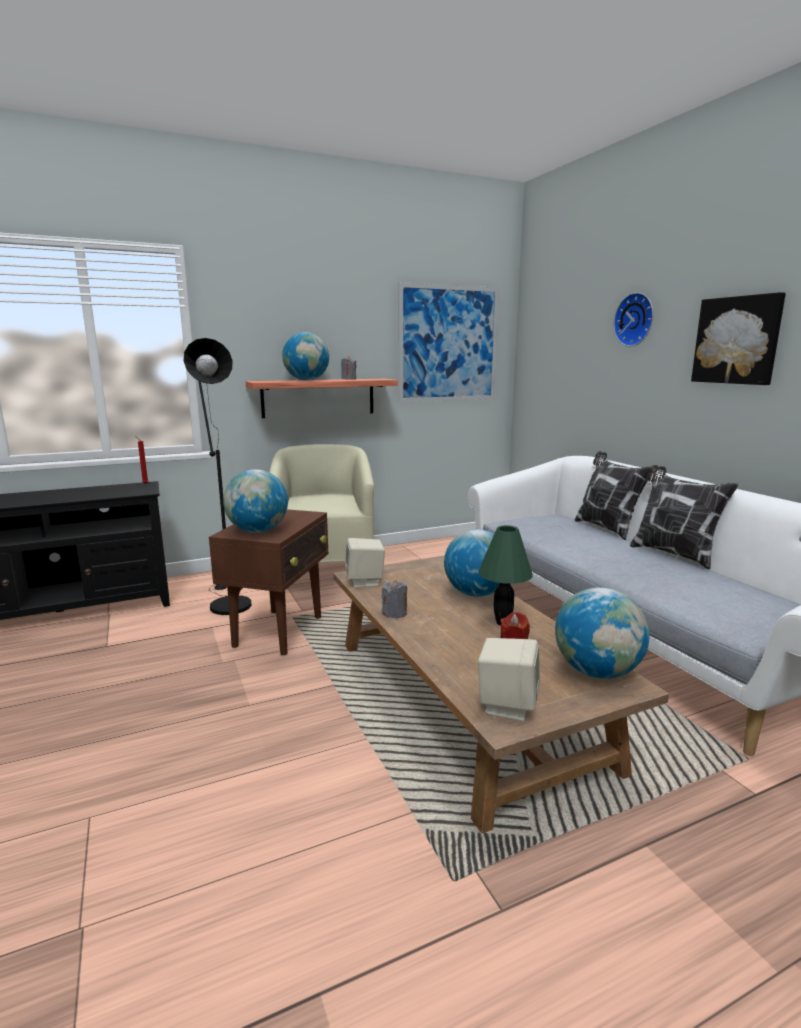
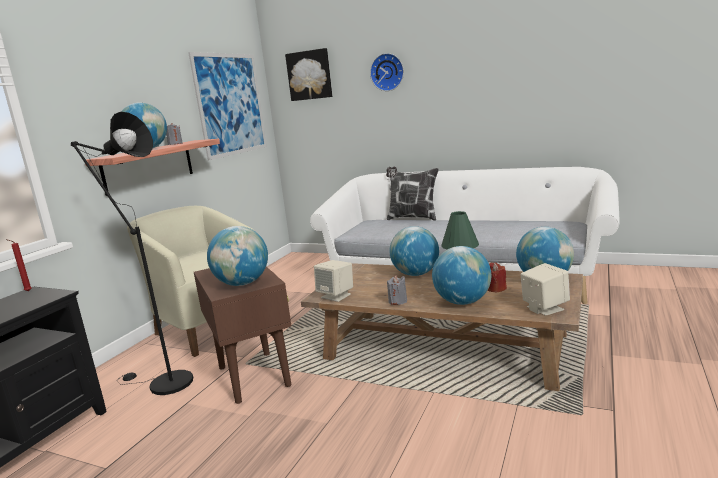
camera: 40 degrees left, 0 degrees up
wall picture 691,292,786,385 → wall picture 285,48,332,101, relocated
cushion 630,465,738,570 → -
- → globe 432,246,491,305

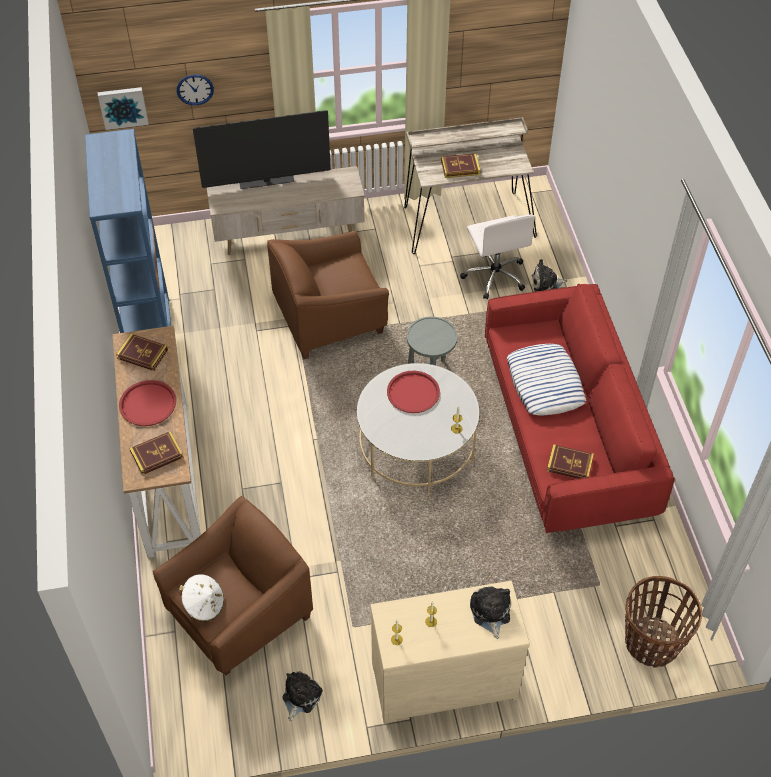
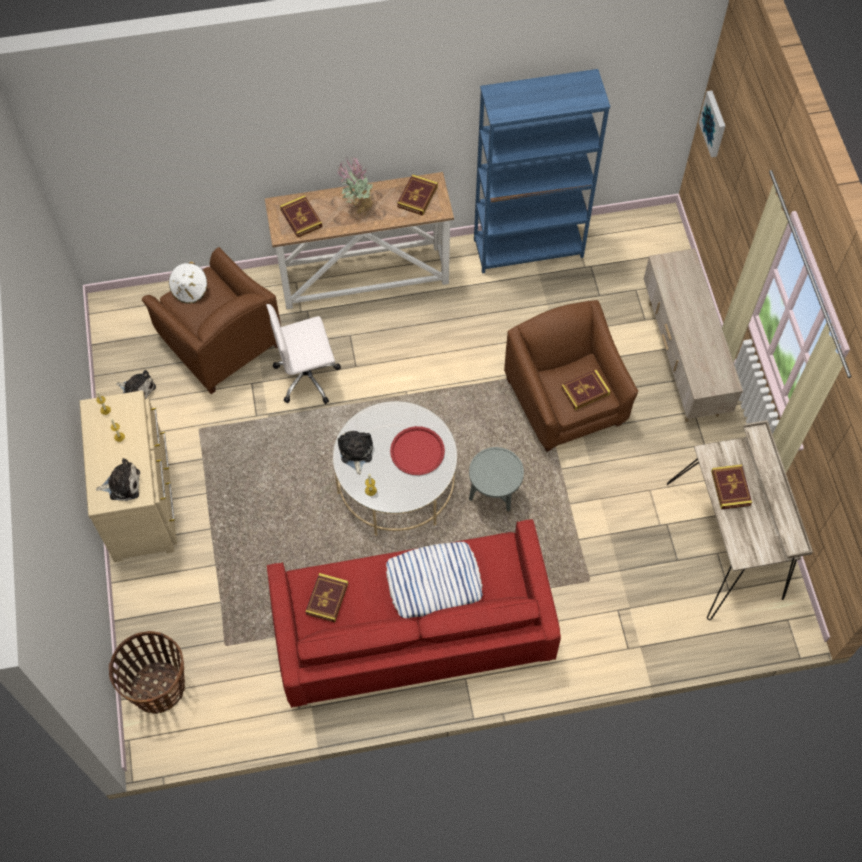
camera: 90 degrees right, 10 degrees up
hanging clock 177,75,214,105 → -
TV set 193,110,331,189 → -
office chair/white 460,215,535,299 → office chair/white 266,304,341,404, relocated
plush toy 532,259,567,291 → plush toy 338,431,373,475, relocated
carrying tray/red 119,380,176,426 → potted plant 336,156,374,217
- → book 561,370,610,410

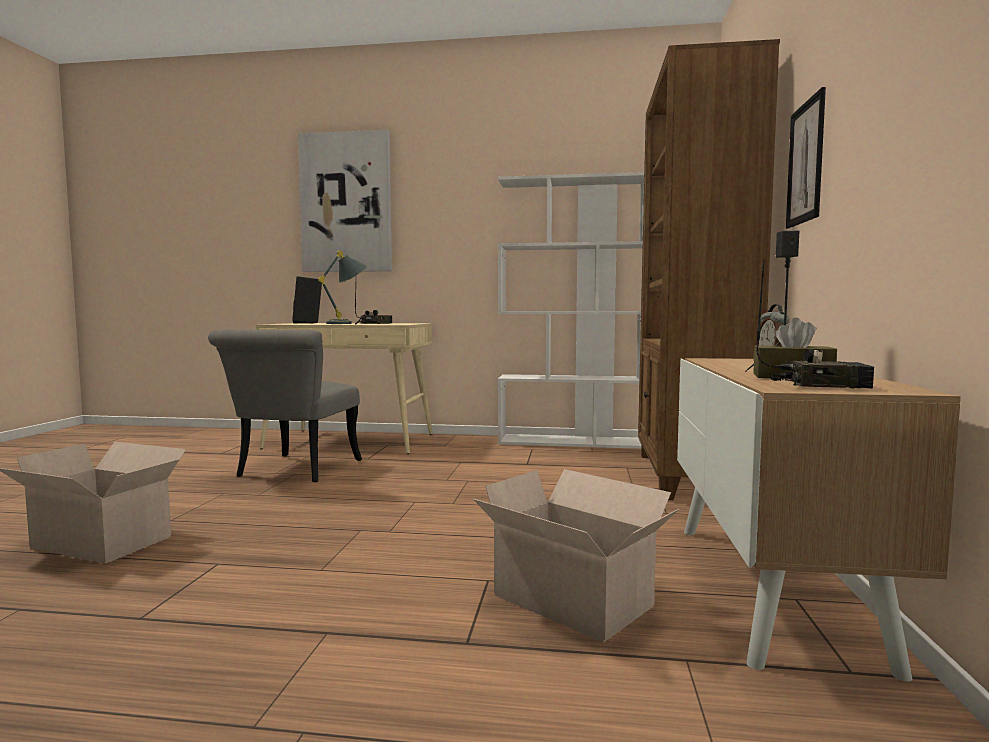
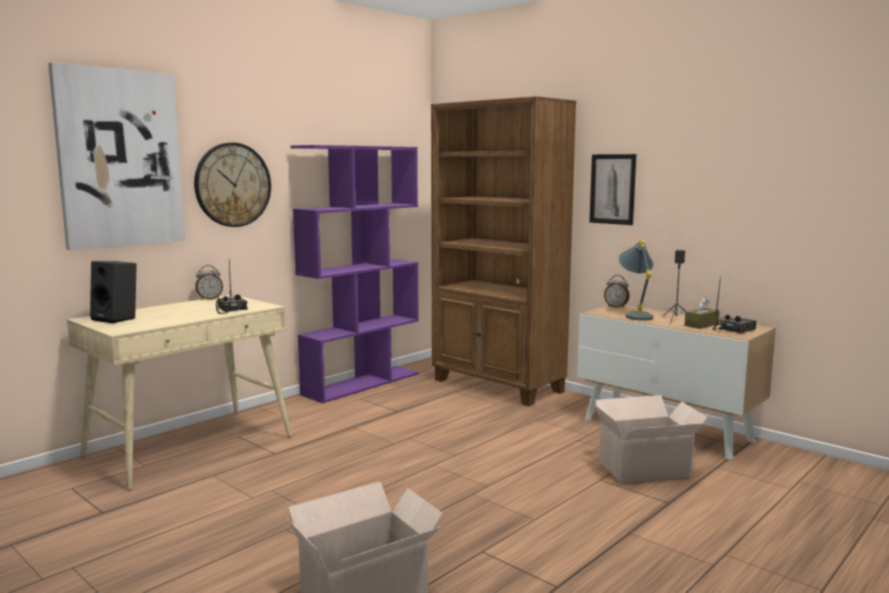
camera: 55 degrees left, 5 degrees up
shelving unit/white 498,172,644,449 → shelving unit/purple 290,145,419,403
tabletop lamp/greyish 318,251,367,324 → tabletop lamp/greyish 619,240,654,320, relocated
chair/greyish 208,329,362,482 → -
- → hanging clock 194,143,271,227
- → bedside clock 195,265,223,300

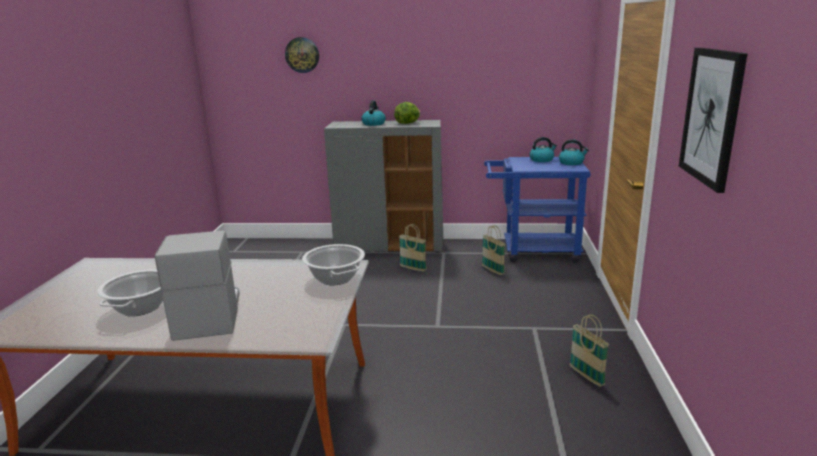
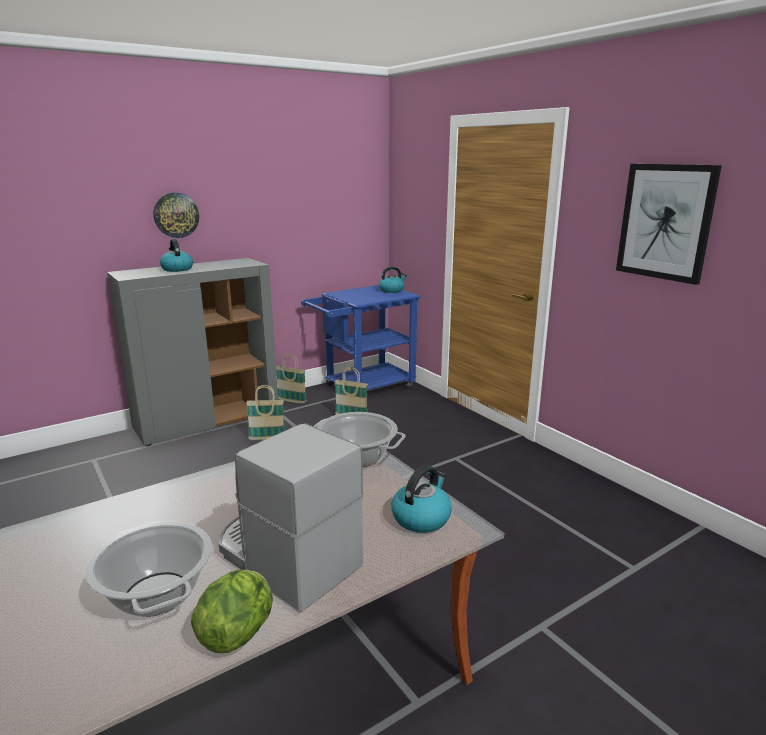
camera: 40 degrees left, 0 degrees up
hanging clock 285,37,319,73 → hanging clock 153,192,199,238, relocated
lettuce head 394,102,420,124 → lettuce head 191,570,273,653, relocated
tea kettle 530,137,557,162 → tea kettle 391,465,452,533, relocated
household basket 569,314,609,387 → household basket 276,354,307,404, relocated

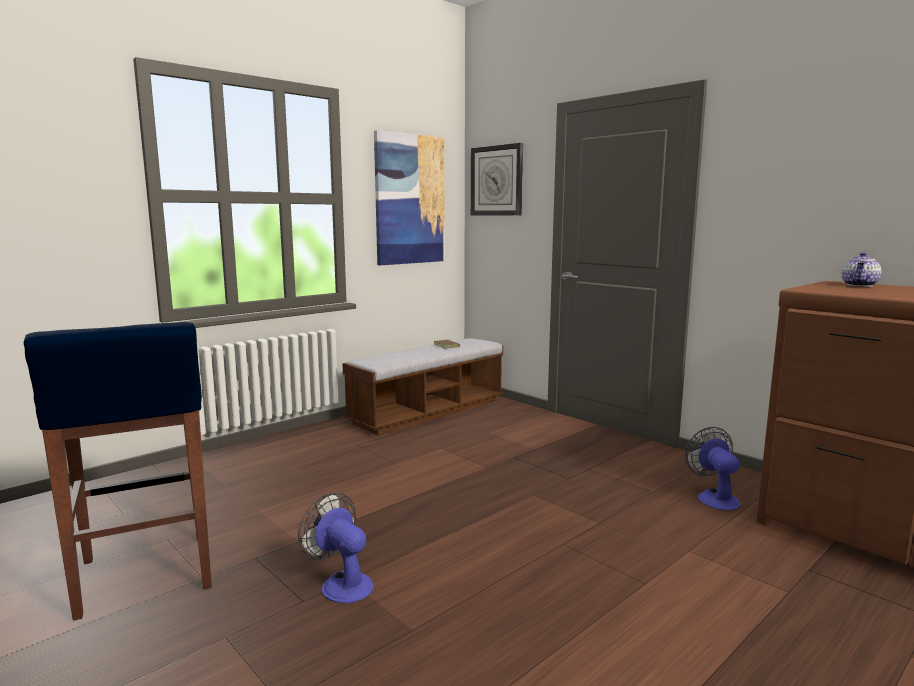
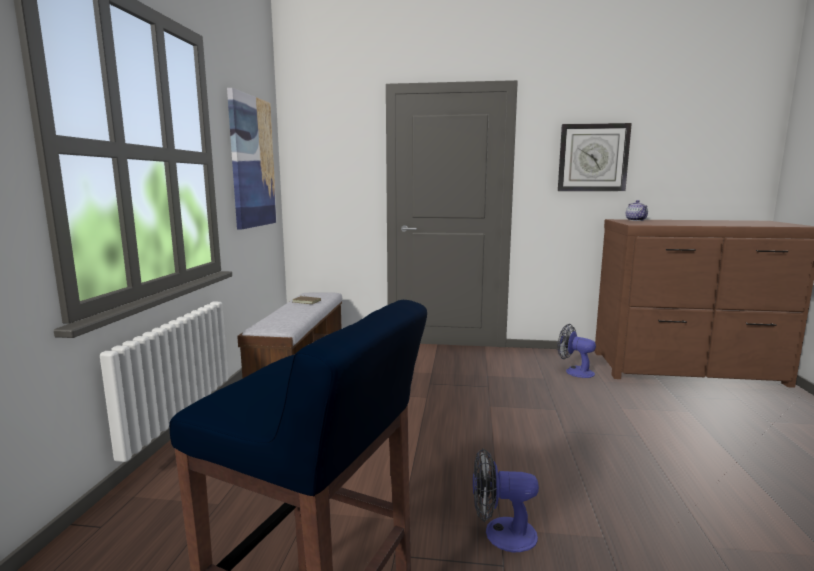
camera: 40 degrees left, 0 degrees up
hanging clock 471,143,523,215 → hanging clock 558,123,632,191, relocated

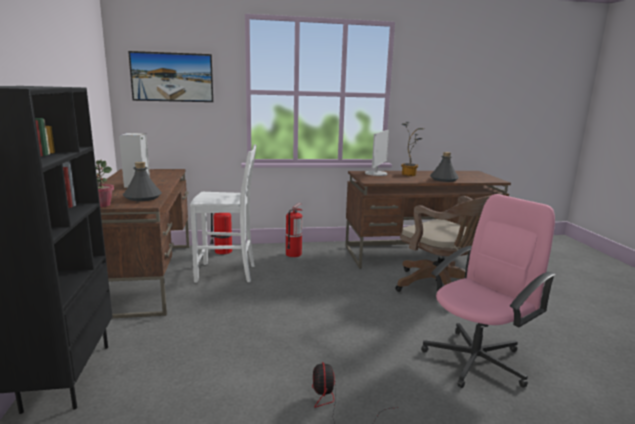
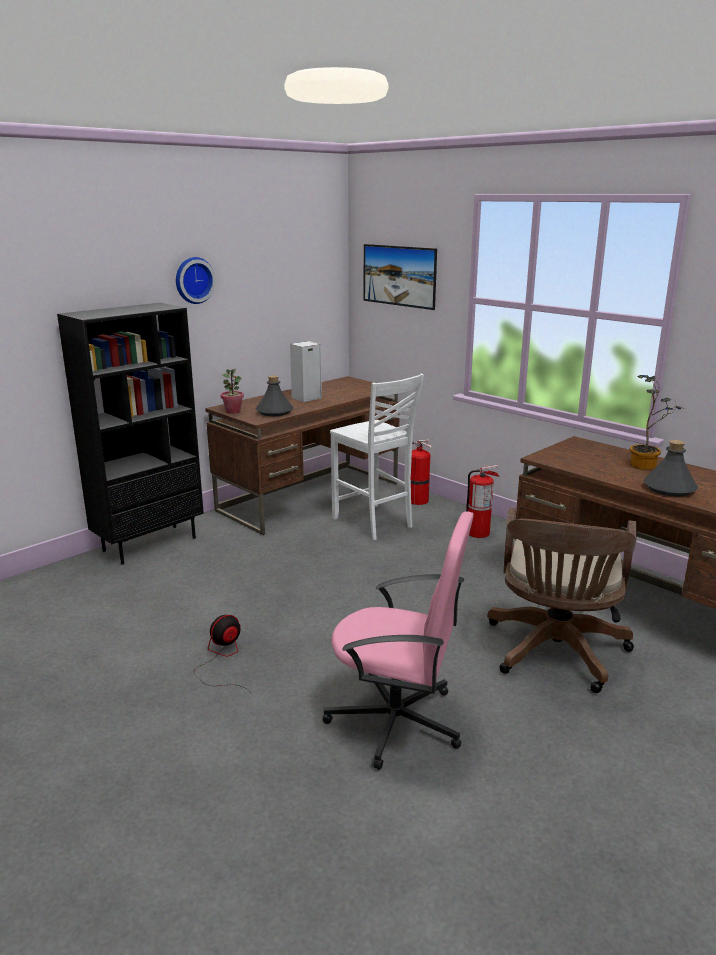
camera: 55 degrees right, 5 degrees up
computer display 365,130,389,176 → -
- → hanging clock 176,257,216,304

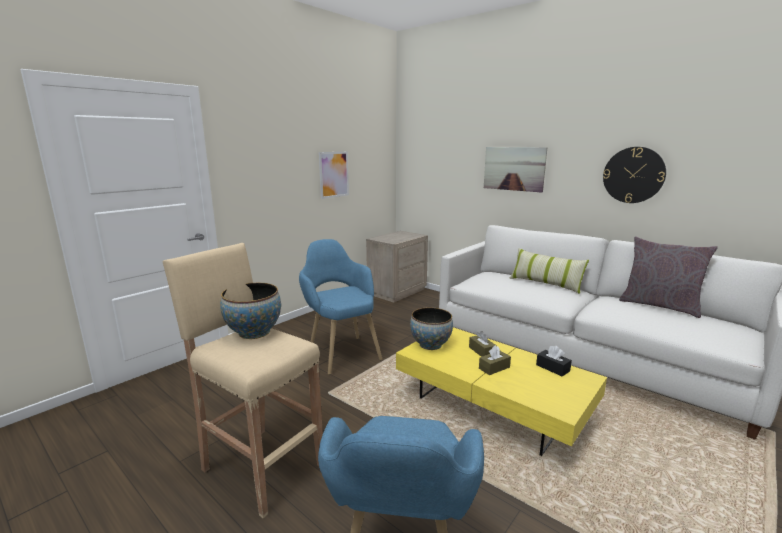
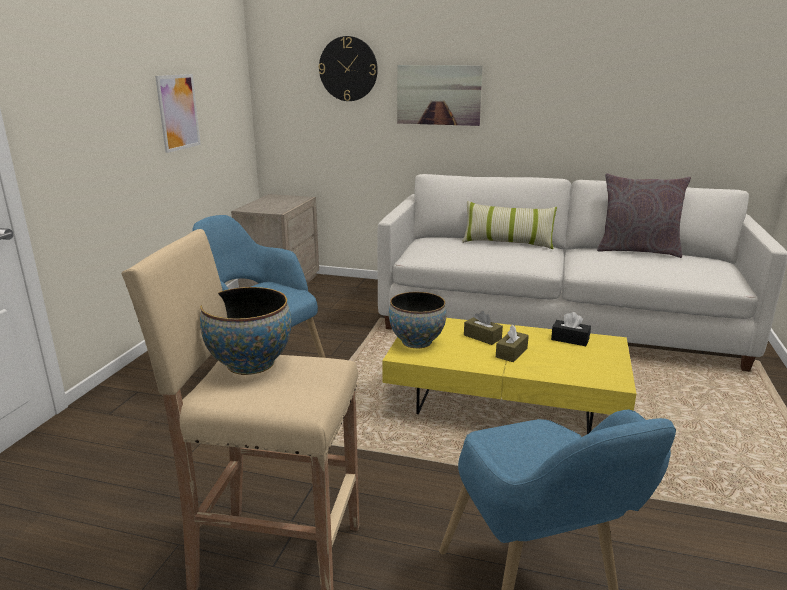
camera: 25 degrees left, 5 degrees up
hanging clock 603,147,666,203 → hanging clock 319,36,378,101, relocated

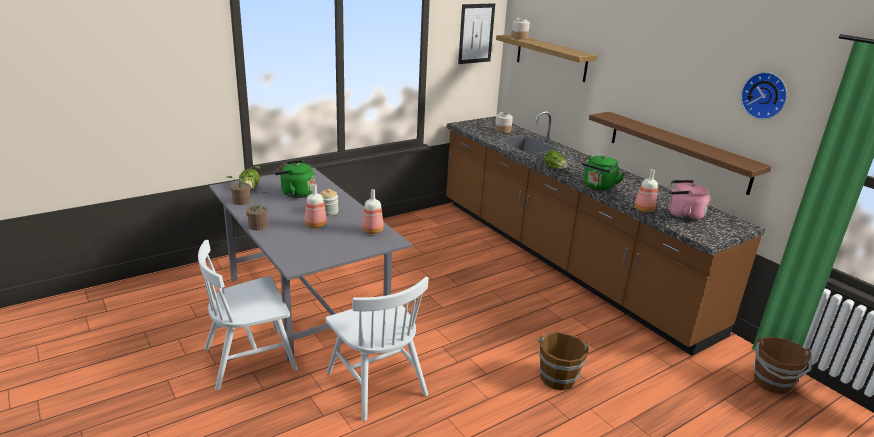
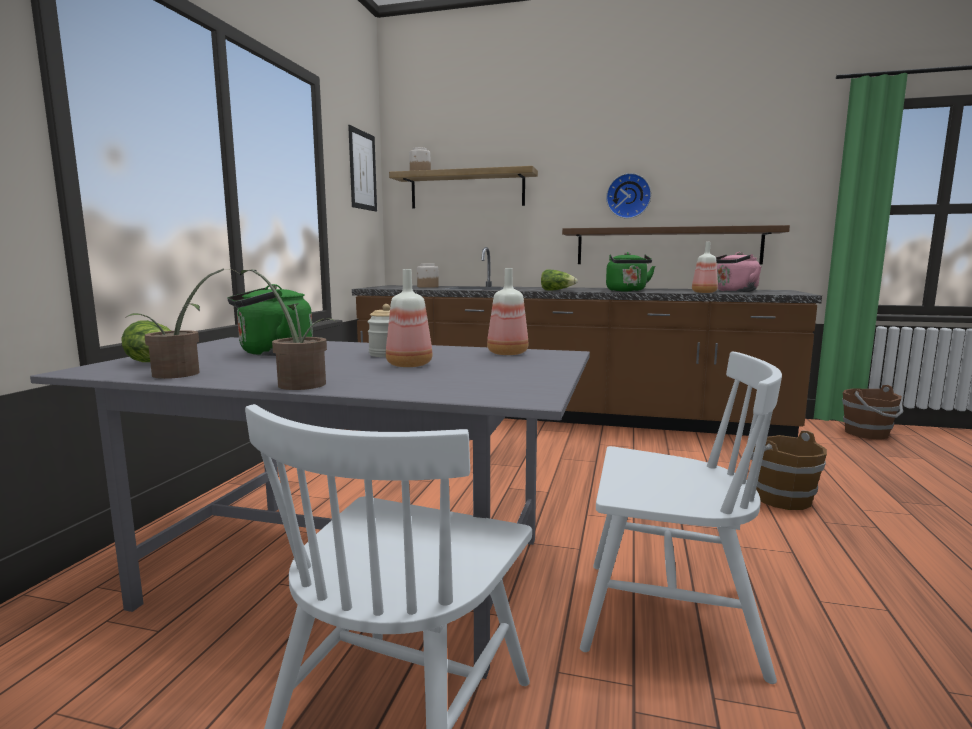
camera: 40 degrees left, 15 degrees down
hanging clock 741,72,787,120 → hanging clock 606,173,651,219, relocated

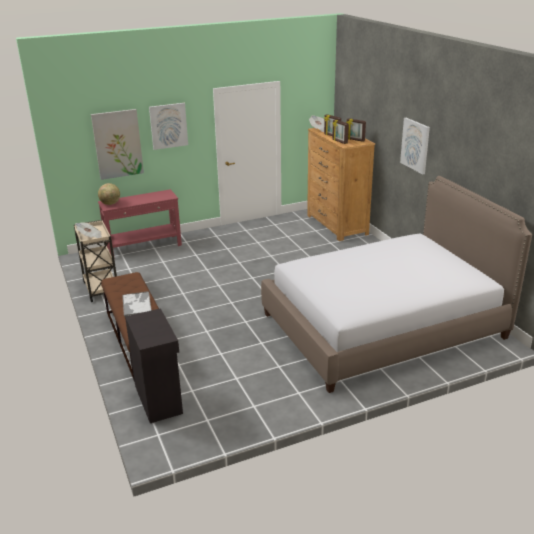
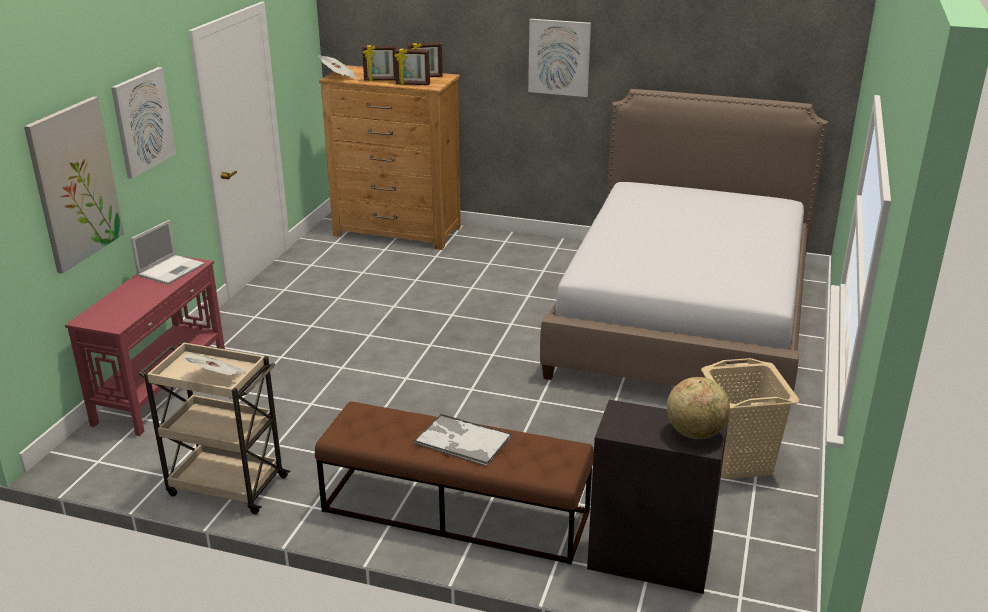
camera: 50 degrees left, 0 degrees up
globe 98,183,120,205 → globe 667,377,730,439, relocated
- → portable computer 130,220,204,284
- → washing basket/beige-coloured 701,358,799,479

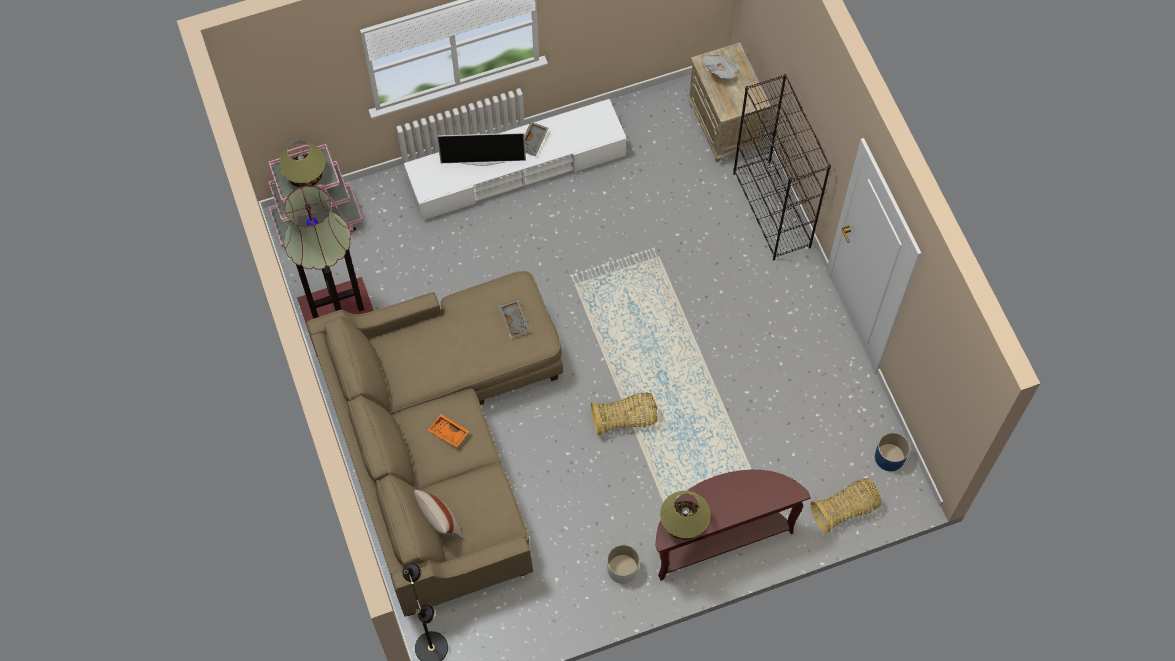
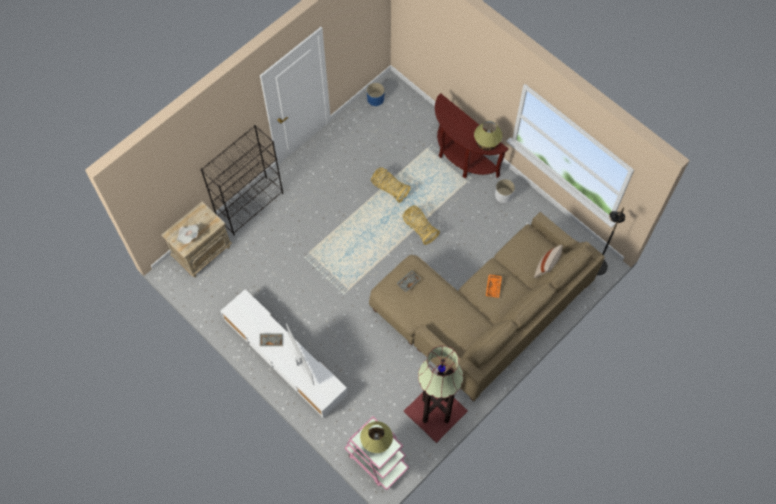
camera: 115 degrees left, 0 degrees up
household basket 811,478,882,534 → household basket 371,167,411,203, relocated

